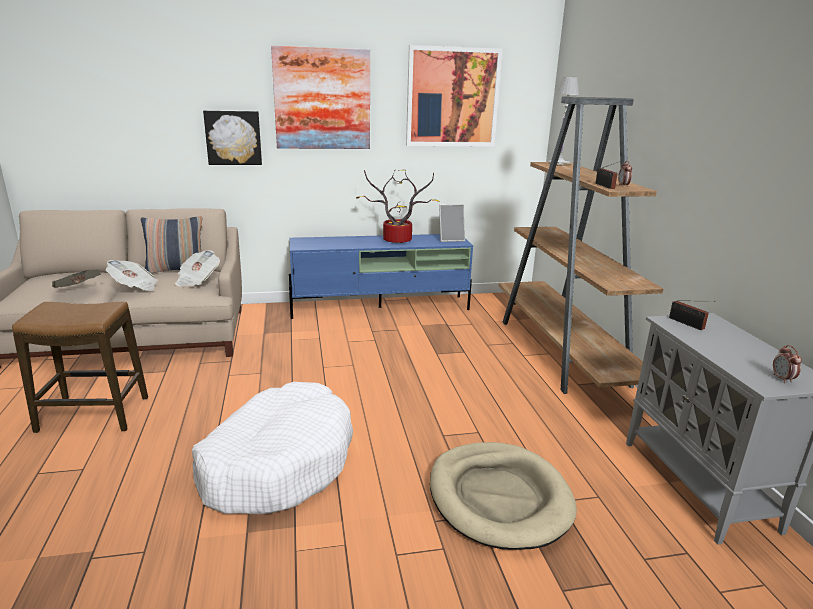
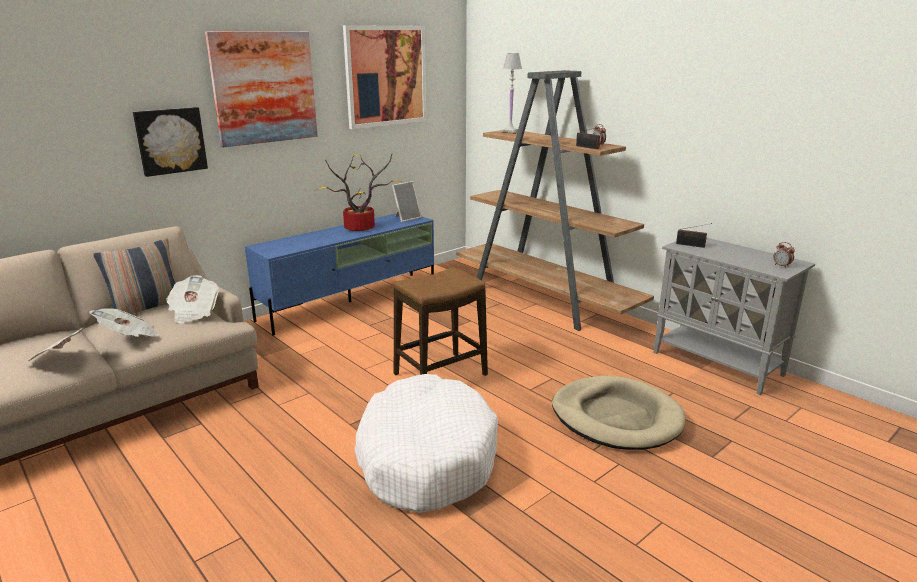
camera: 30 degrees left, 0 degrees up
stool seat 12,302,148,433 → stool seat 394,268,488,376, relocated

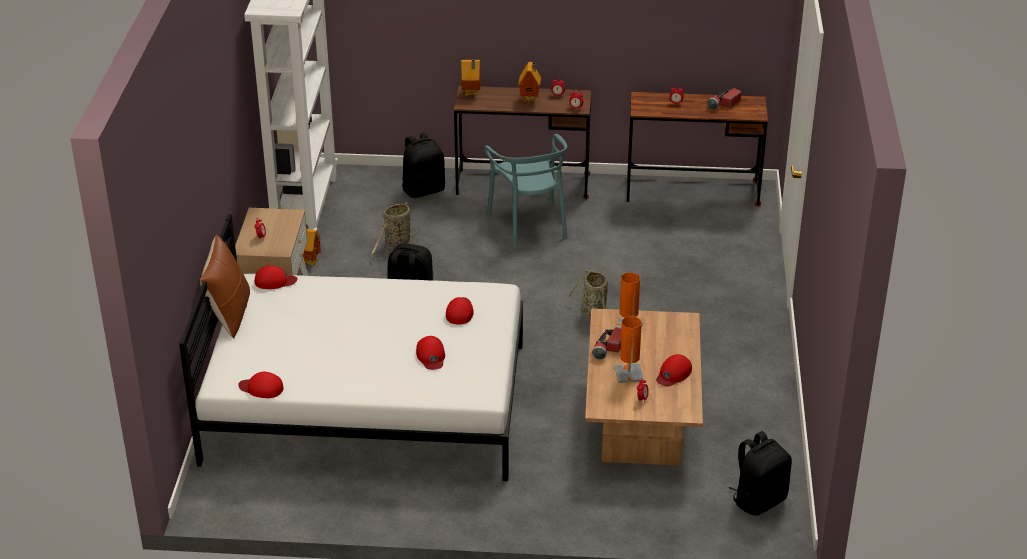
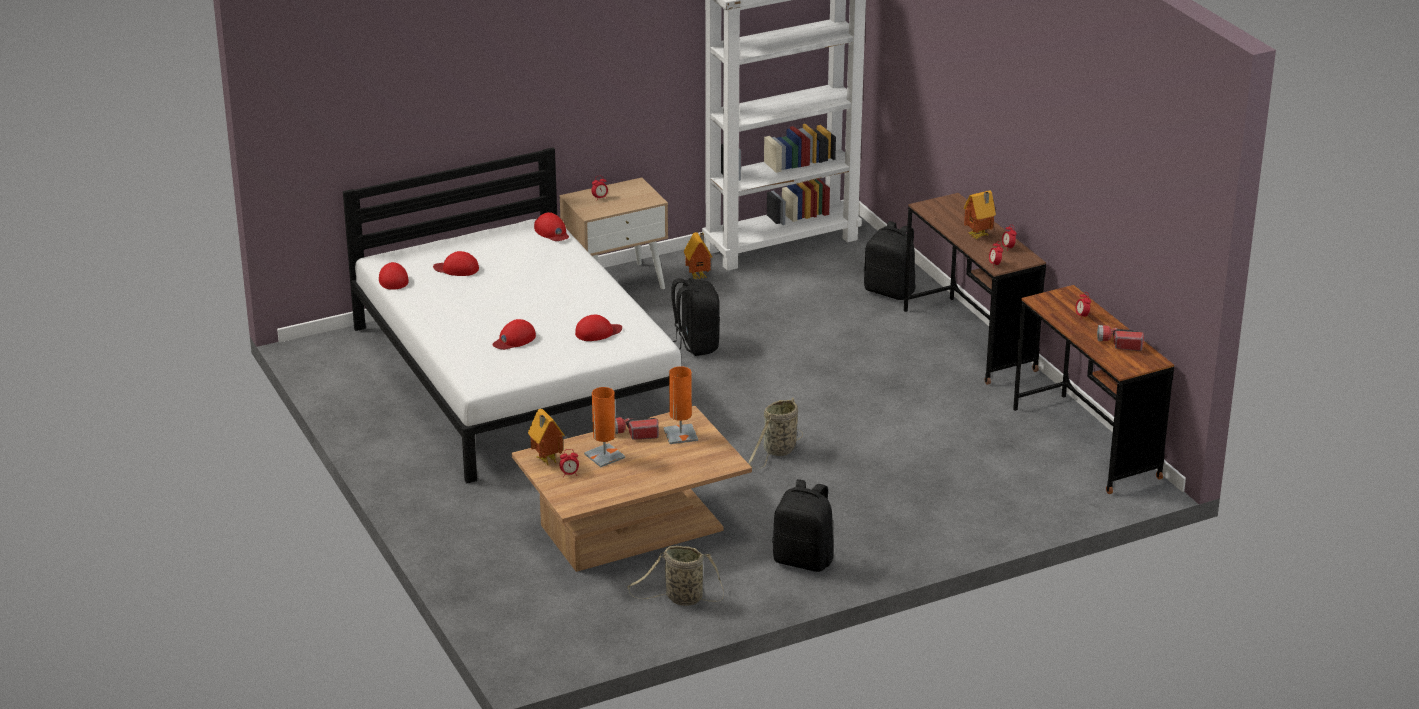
camera: 60 degrees right, 5 degrees down
miniature house 461,60,481,96 → miniature house 528,409,565,465, relocated
chair/blue-green 484,134,568,248 → -
household basket 371,201,417,259 → household basket 628,546,724,606, relocated
cushion/brown-coloured 200,235,250,338 → -
cap/red 656,354,692,386 → cap/red 433,251,479,276, relocated
backpack/blackish 729,431,792,516 → backpack/blackish 773,479,834,572, relocated

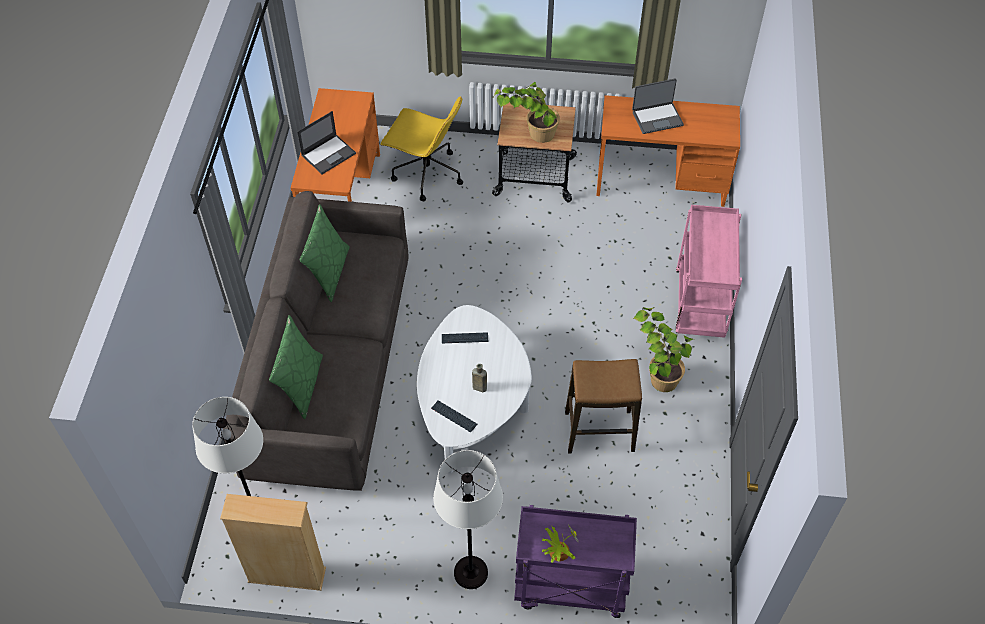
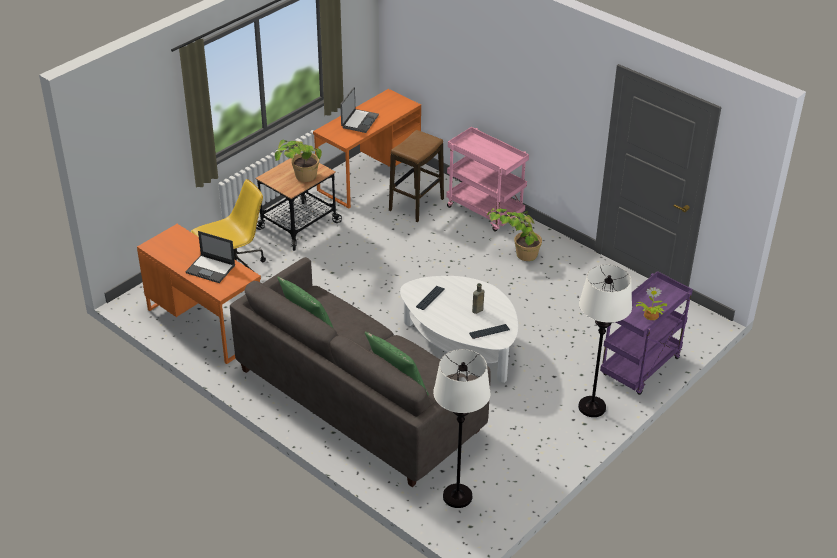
camera: 55 degrees left, 15 degrees down
portable computer 297,111,356,174 → portable computer 185,231,235,283, 120 degrees clockwise
stool seat 565,359,642,454 → stool seat 389,130,444,222, relocated
shelving unit/beige-coloured 220,494,326,591 → -

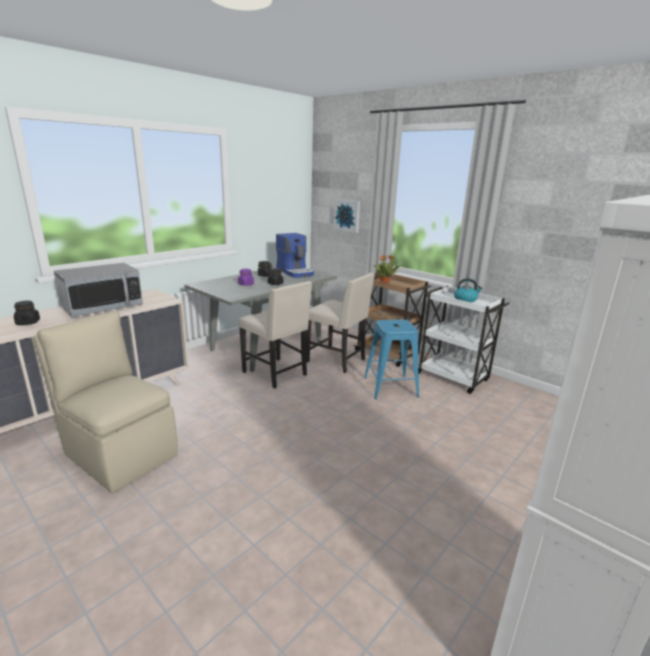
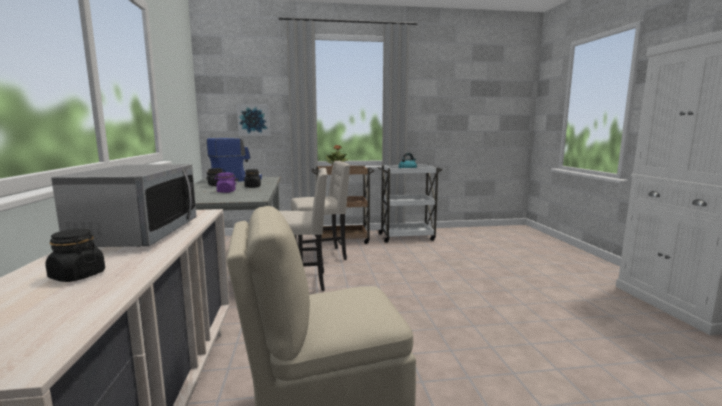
camera: 50 degrees left, 10 degrees down
coffee brewer 276,233,314,278 → coffee brewer 207,138,262,182, 45 degrees counterclockwise
stool seat/blue 364,320,419,399 → -

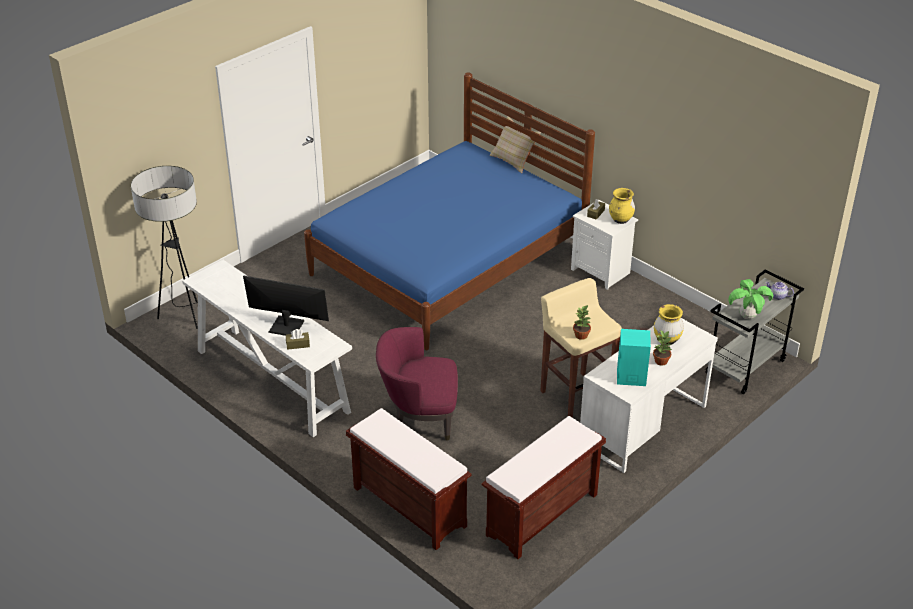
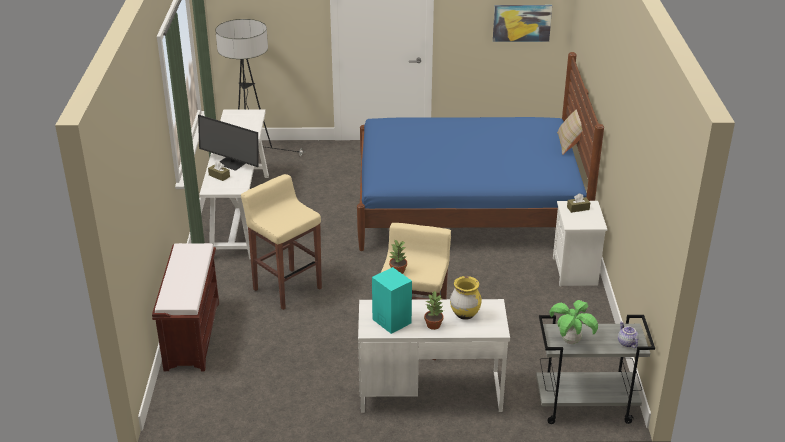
camera: 45 degrees right, 5 degrees down
decorative vase/yellow 609,188,635,224 → -
computer display 243,275,329,336 → computer display 198,115,259,171, 150 degrees clockwise
lounge chair/purple 376,327,458,441 → stool seat/beige-coloured 241,174,322,310
indoor bench/brown-coloured 482,416,606,559 → -
- → wall picture 493,5,552,42

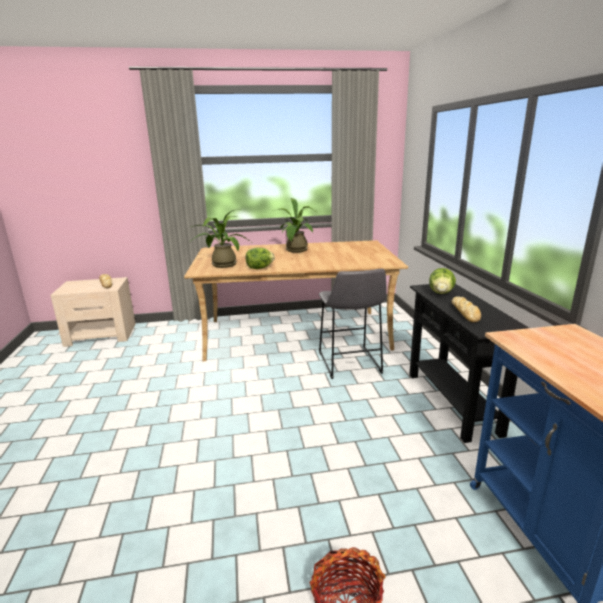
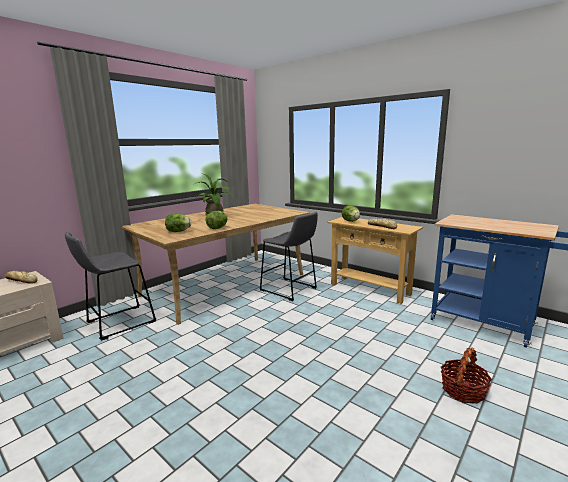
camera: 40 degrees left, 5 degrees down
potted plant 189,209,251,268 → lettuce head 165,213,192,232
console table/blackish 409,284,529,443 → console table/beige-coloured 327,217,423,304
- → stool seat/greyish 65,232,156,341

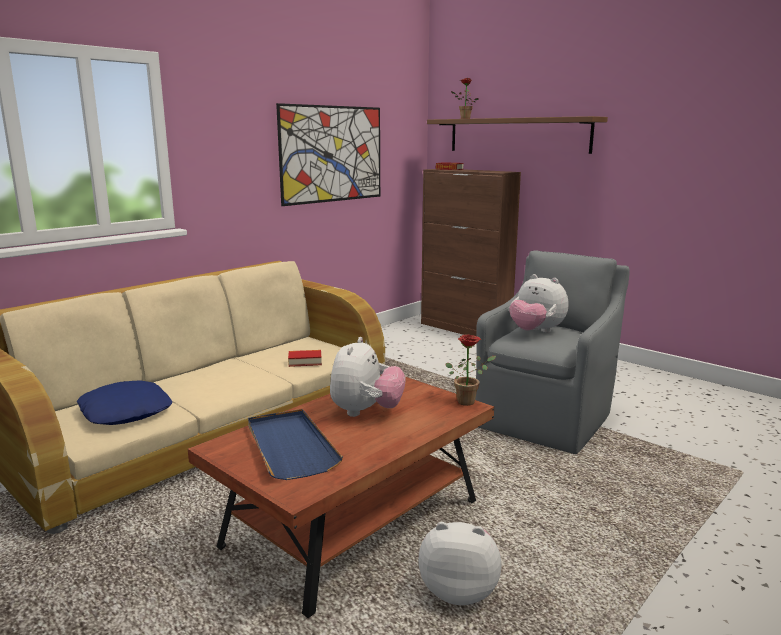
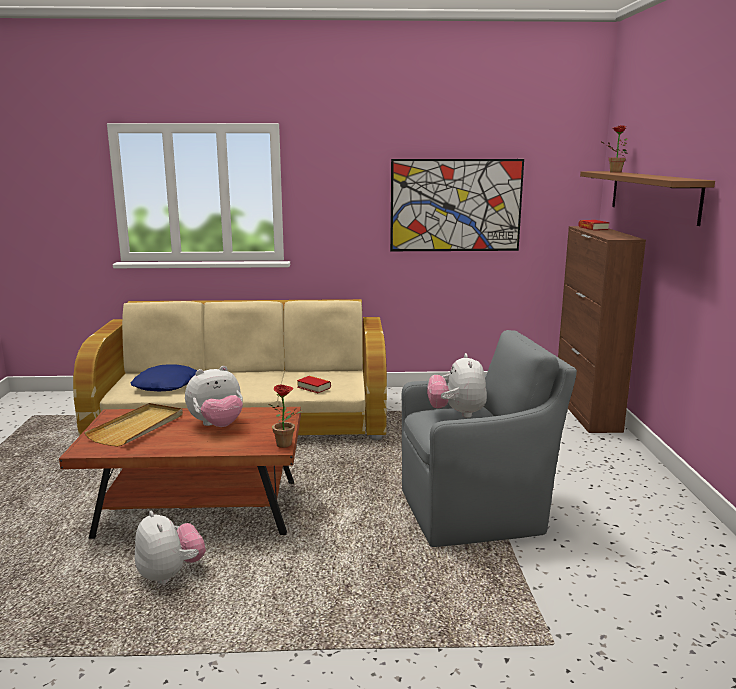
camera: 45 degrees right, 0 degrees up
carrying tray/blue 248,409,343,480 → carrying tray/beige-coloured 84,403,183,447

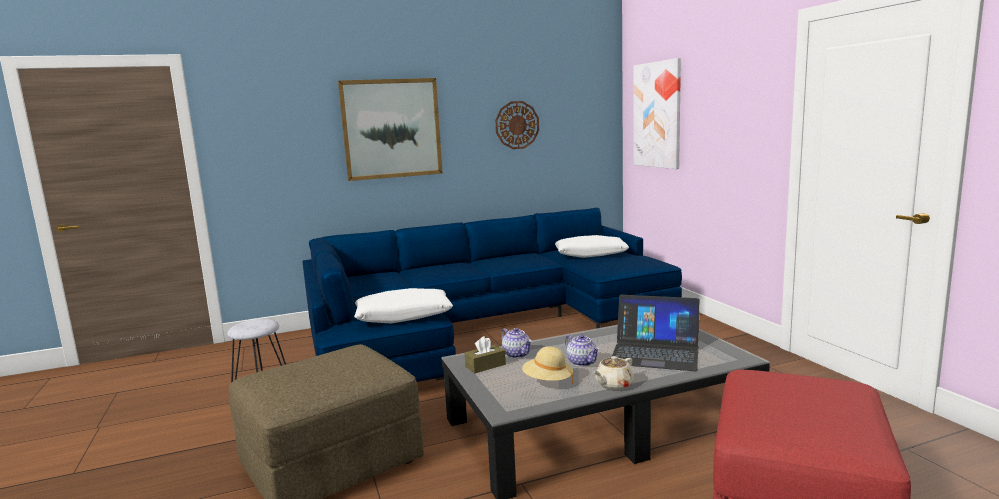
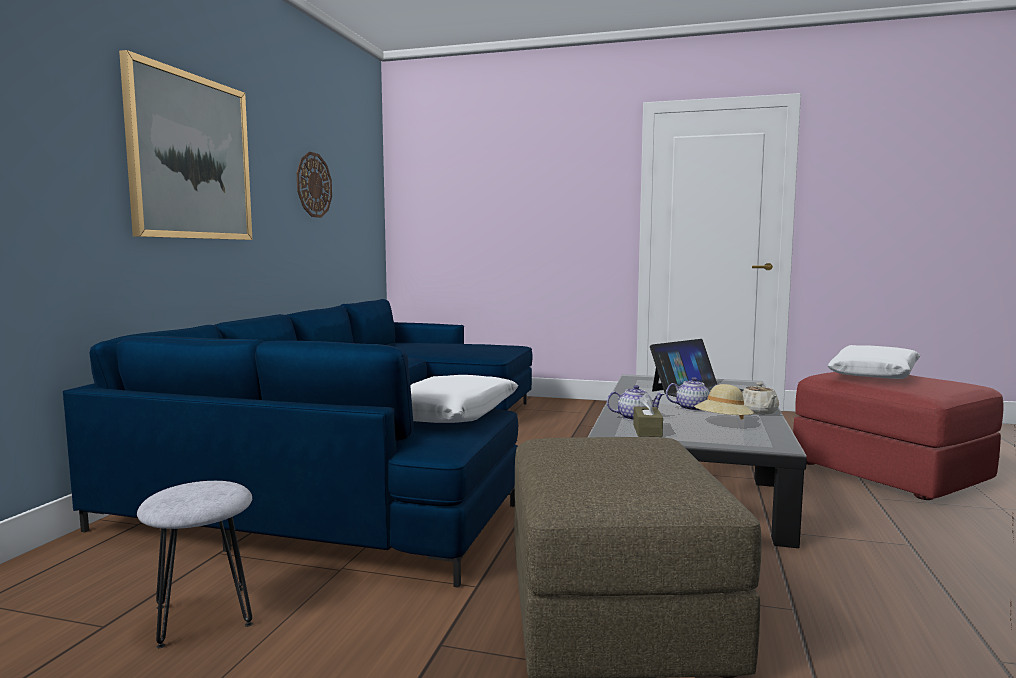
camera: 55 degrees left, 5 degrees down
wall picture 634,58,681,169 → -
cushion/white 555,235,629,258 → cushion/white 827,345,921,379, relocated

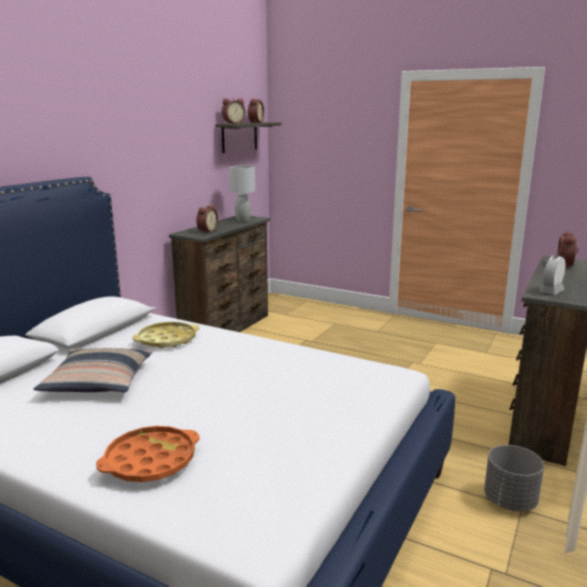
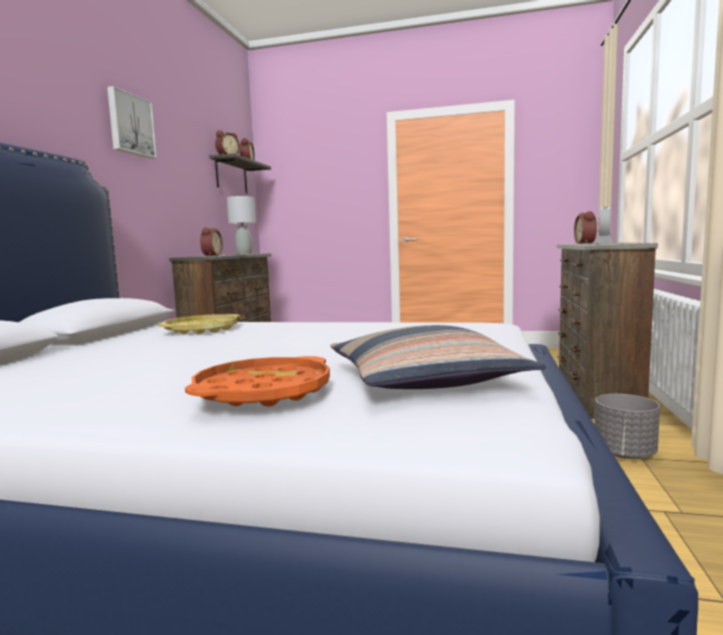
camera: 15 degrees left, 10 degrees down
cushion 34,348,153,392 → cushion 330,325,546,389, relocated
- → wall picture 107,86,157,159

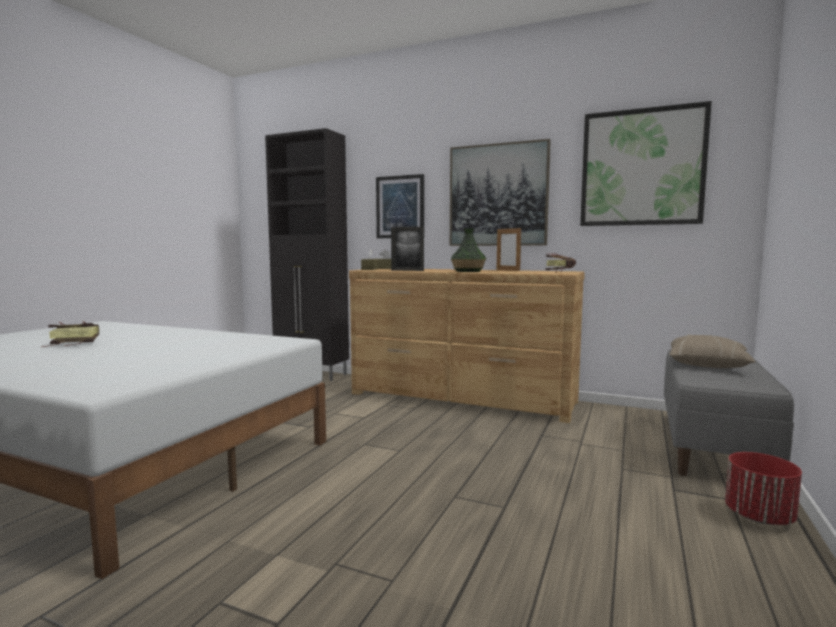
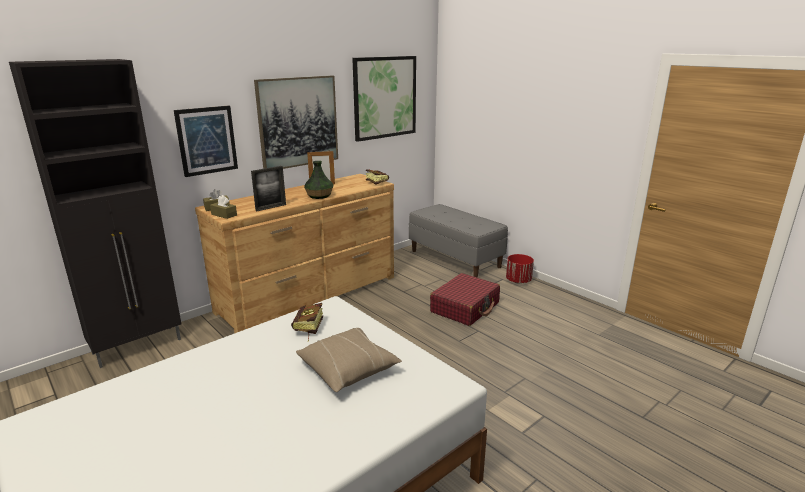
camera: 65 degrees left, 15 degrees up
book 41,321,99,347 → book 291,303,323,342, relocated
cushion/beige-coloured 670,334,756,368 → cushion/beige-coloured 296,328,402,392, relocated
- → suitcase/red 430,273,500,326

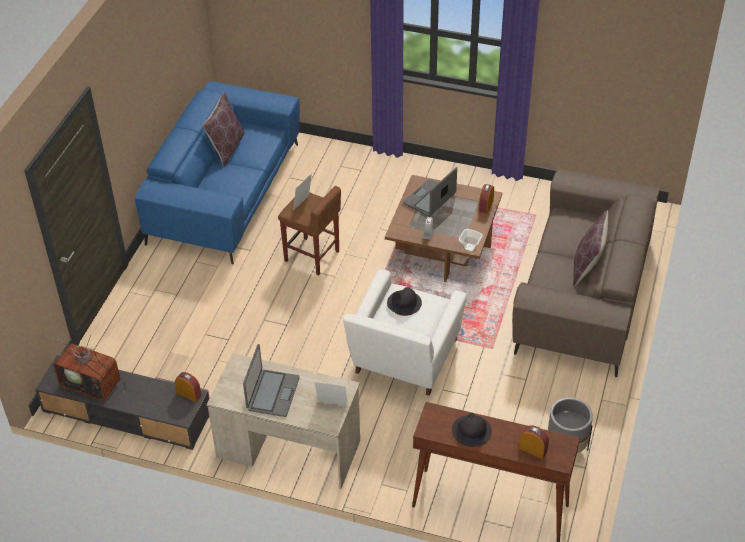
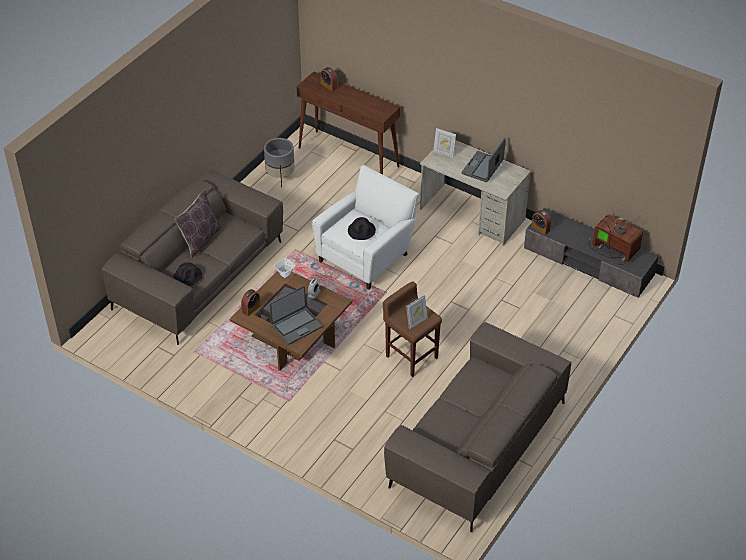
camera: 165 degrees left, 0 degrees up
couch/blue 135,81,300,265 → couch/brown-coloured 384,322,571,532
cushion/brown-coloured 203,92,245,167 → -
clothing hat/blackish 452,413,492,447 → clothing hat/blackish 174,262,202,286, relocated

